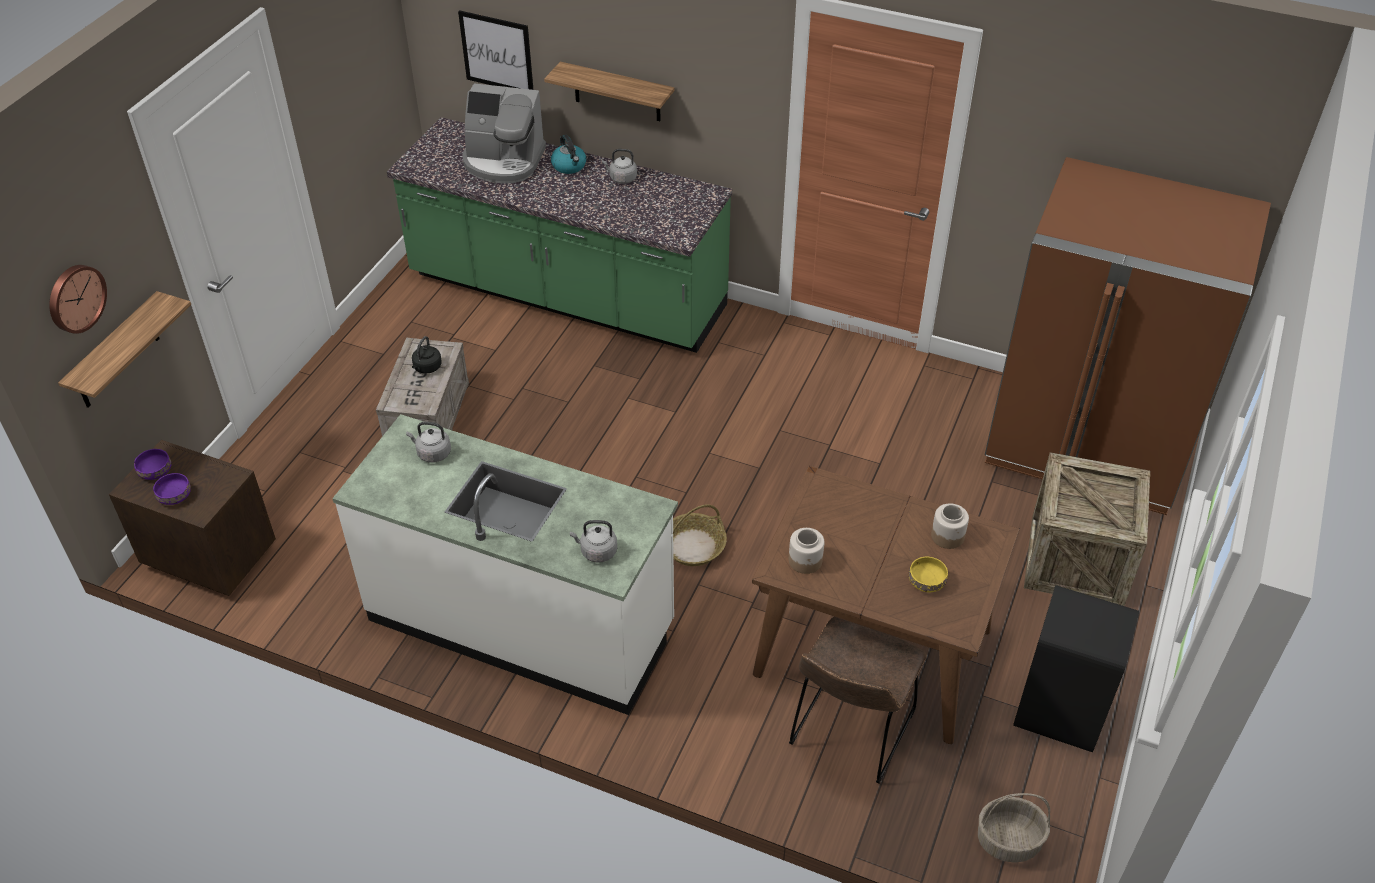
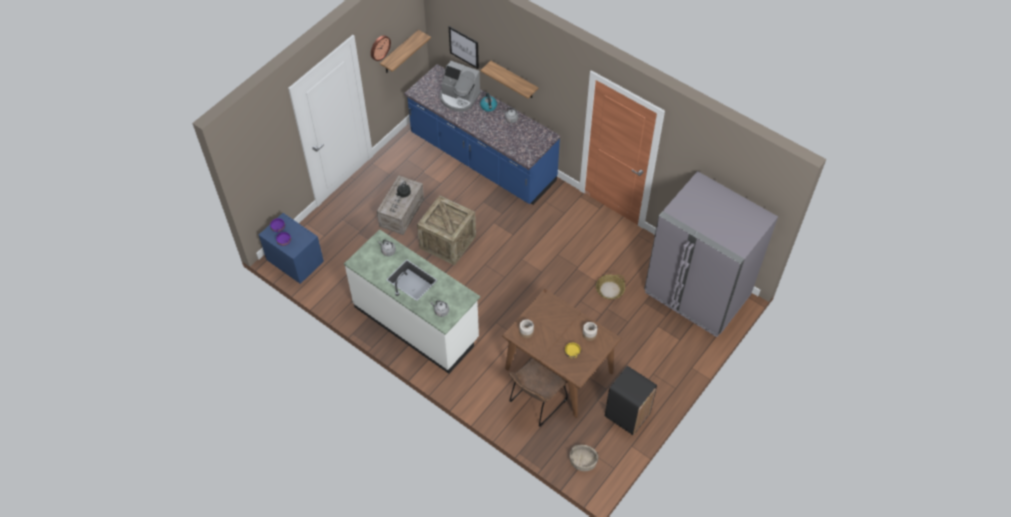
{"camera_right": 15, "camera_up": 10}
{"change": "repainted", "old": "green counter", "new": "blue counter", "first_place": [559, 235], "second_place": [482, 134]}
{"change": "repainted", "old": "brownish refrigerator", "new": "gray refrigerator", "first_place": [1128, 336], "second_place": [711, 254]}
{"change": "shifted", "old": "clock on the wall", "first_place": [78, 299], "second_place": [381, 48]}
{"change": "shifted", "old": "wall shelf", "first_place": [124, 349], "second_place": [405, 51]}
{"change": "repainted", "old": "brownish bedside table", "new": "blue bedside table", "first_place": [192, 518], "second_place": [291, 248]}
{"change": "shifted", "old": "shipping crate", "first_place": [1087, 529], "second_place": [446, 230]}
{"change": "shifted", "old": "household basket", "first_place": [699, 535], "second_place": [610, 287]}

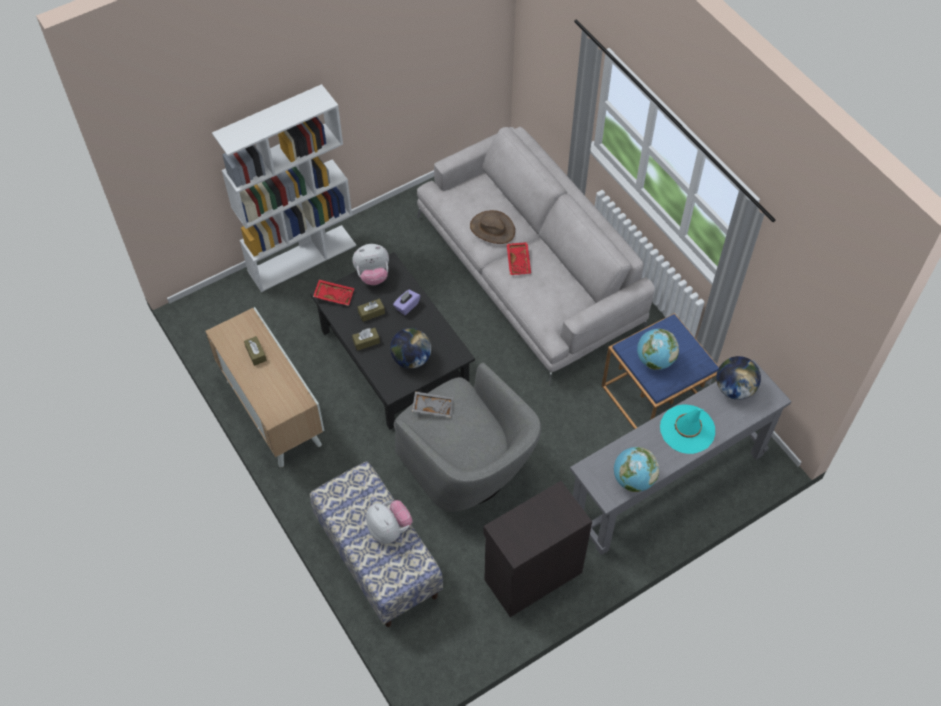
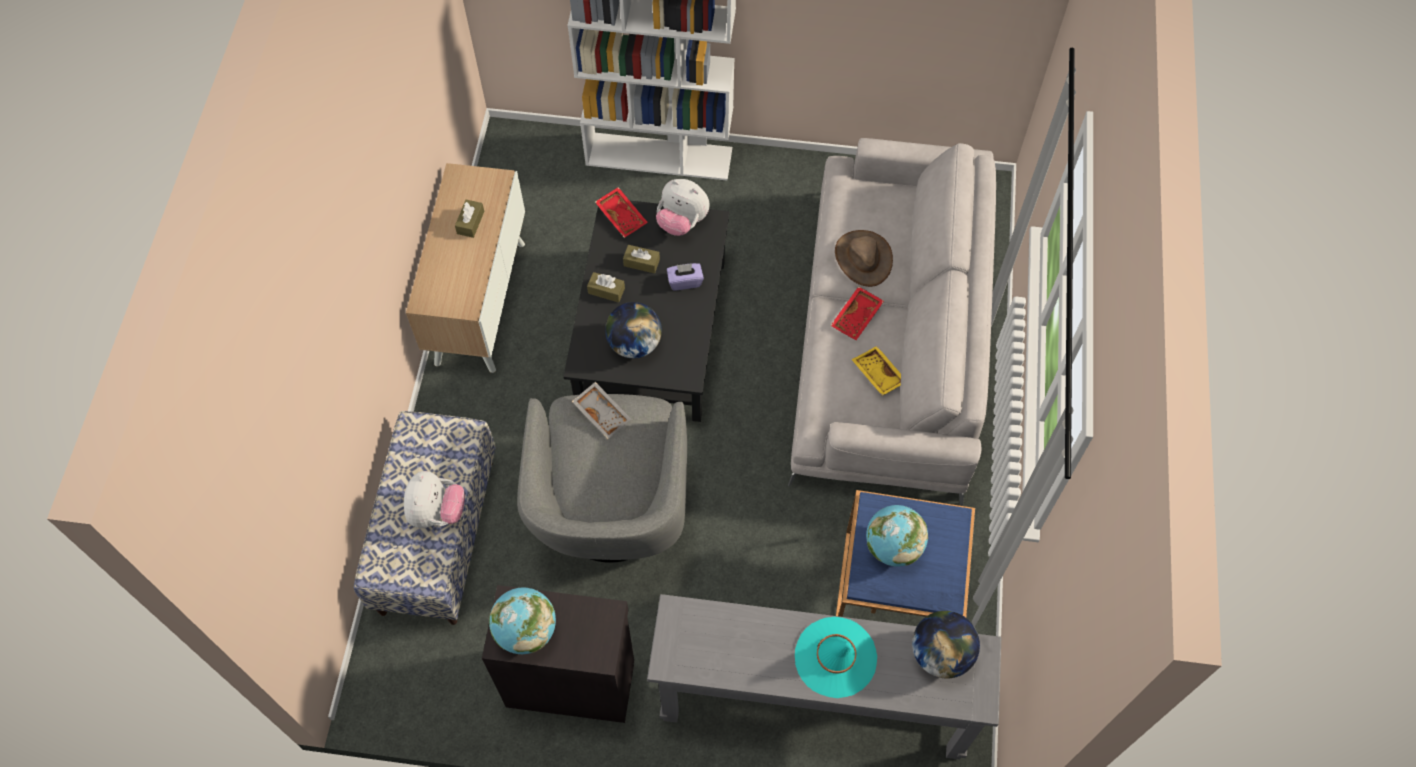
{"camera_right": 40, "camera_up": 5}
{"change": "shifted", "old": "globe", "first_place": [636, 469], "second_place": [522, 621]}
{"change": "new", "new": "yellow-coloured carrying tray", "second_place": [876, 371]}

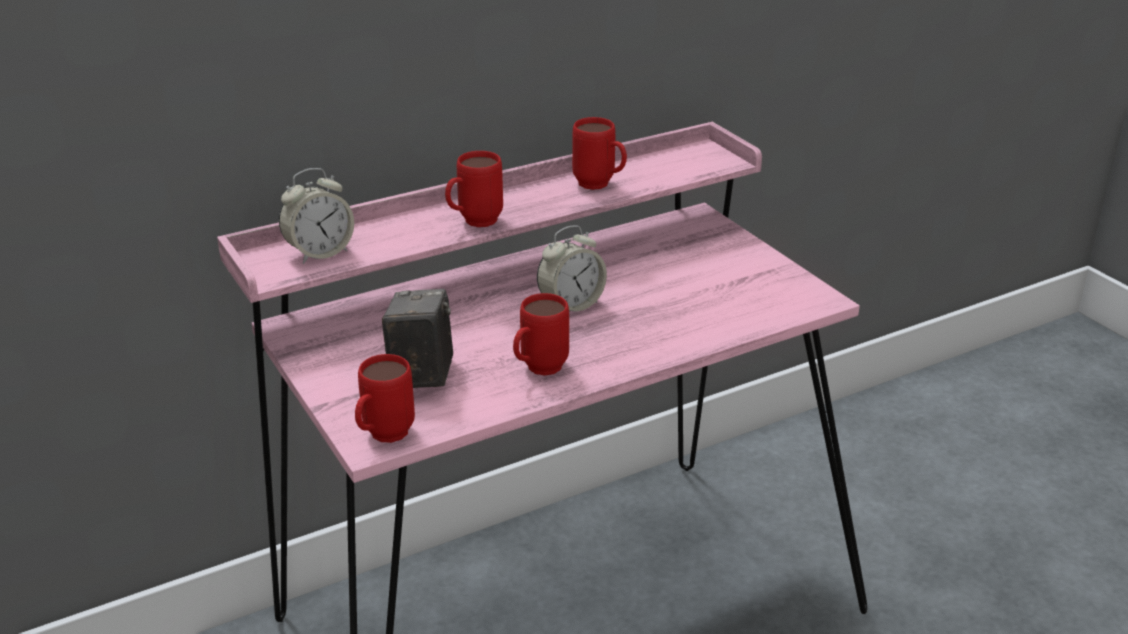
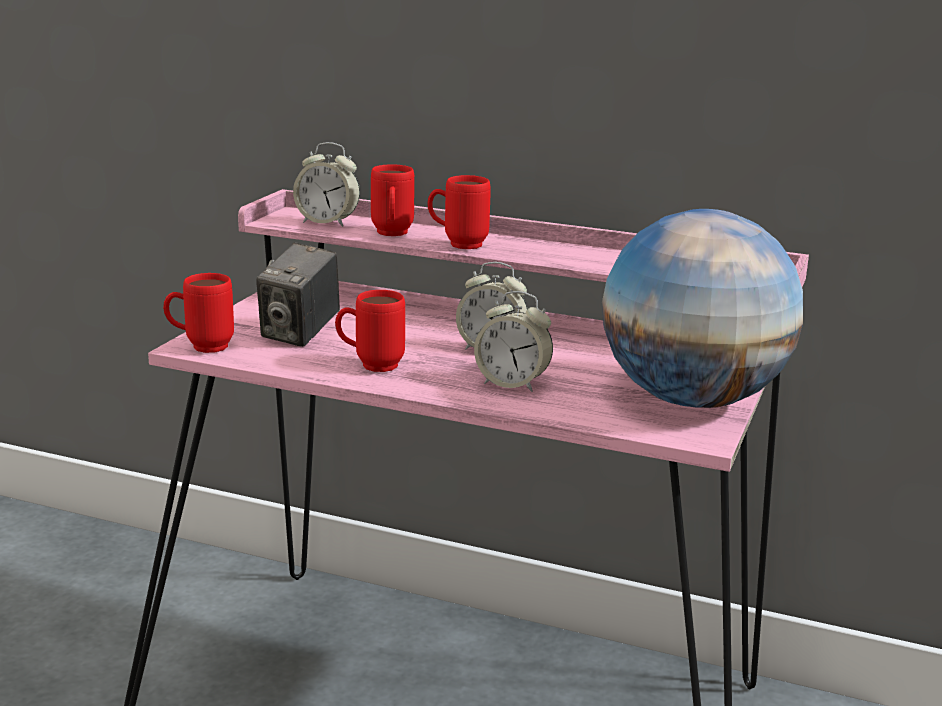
{"camera_right": 50, "camera_up": -10}
{"change": "shifted", "old": "red coffee mug", "first_place": [599, 153], "second_place": [393, 200]}
{"change": "rotated", "old": "still camera", "first_place": [417, 338], "second_place": [298, 294], "degrees": 150}
{"change": "new", "new": "globe", "second_place": [702, 308]}
{"change": "new", "new": "table clock", "second_place": [513, 341]}

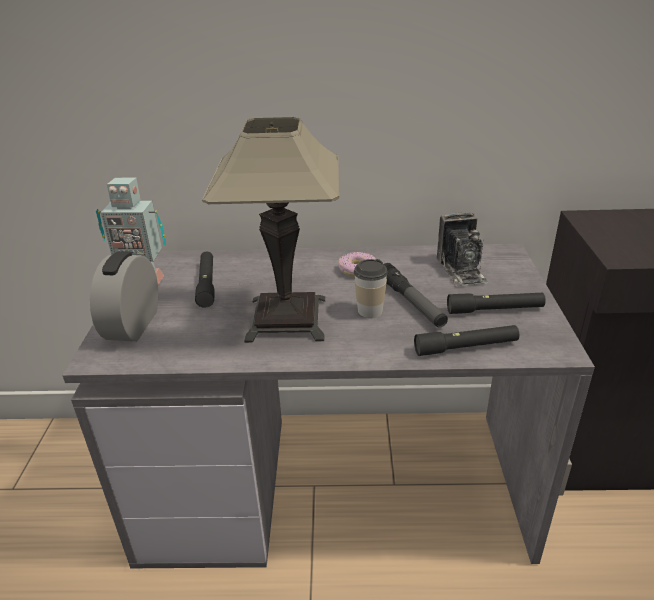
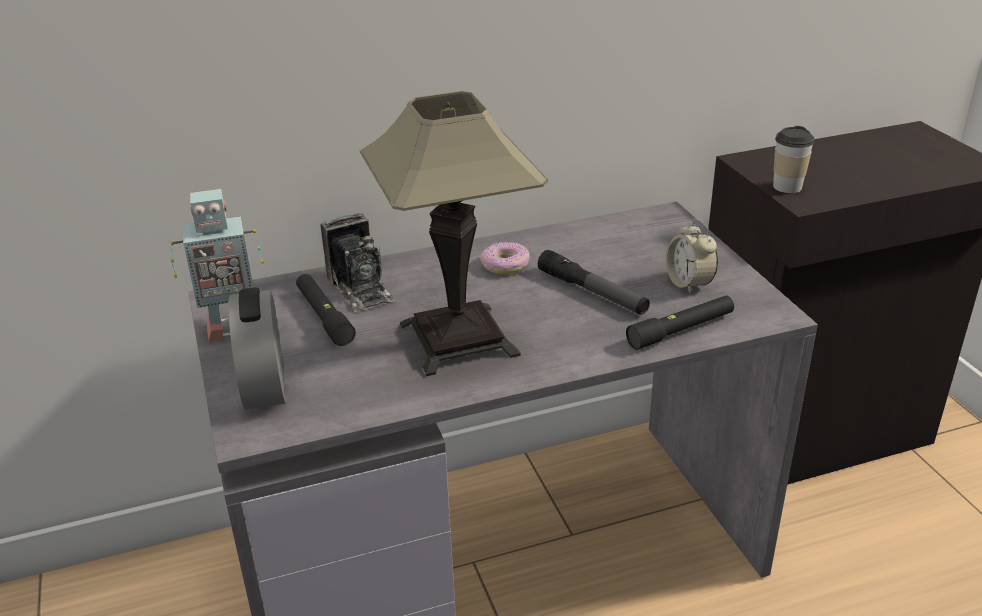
{"camera_right": -20, "camera_up": 0}
{"change": "shifted", "old": "still camera", "first_place": [462, 249], "second_place": [358, 263]}
{"change": "shifted", "old": "small cup", "first_place": [371, 288], "second_place": [793, 159]}
{"change": "swapped", "old": "black-coloured torch", "new": "table clock", "first_place": [496, 303], "second_place": [692, 256]}

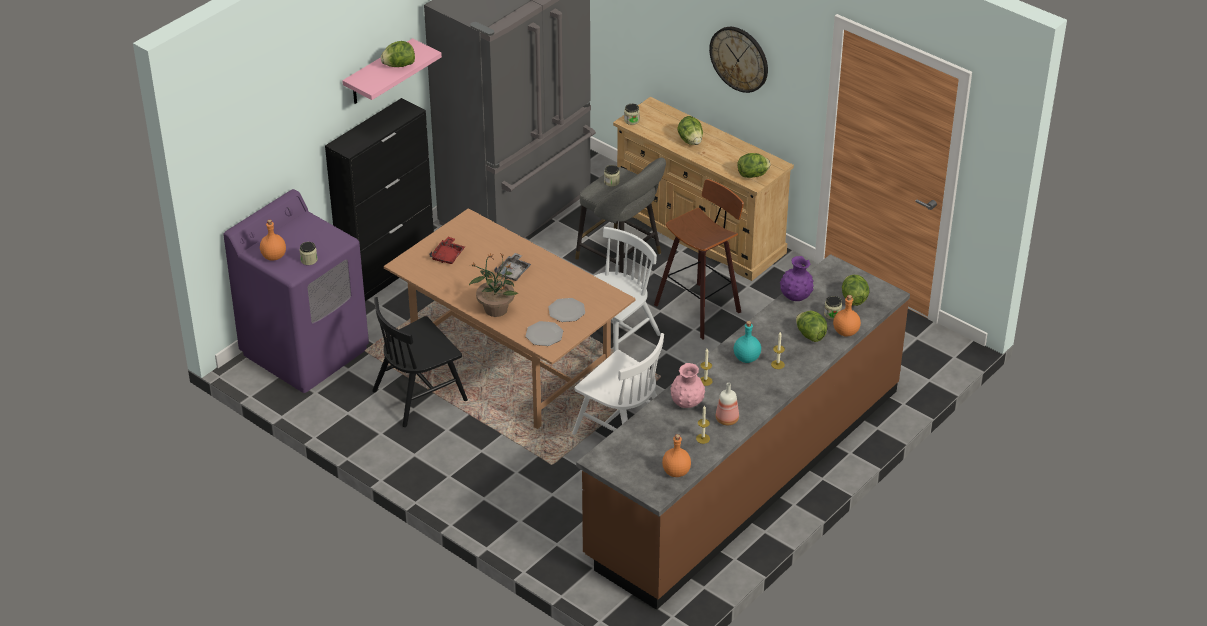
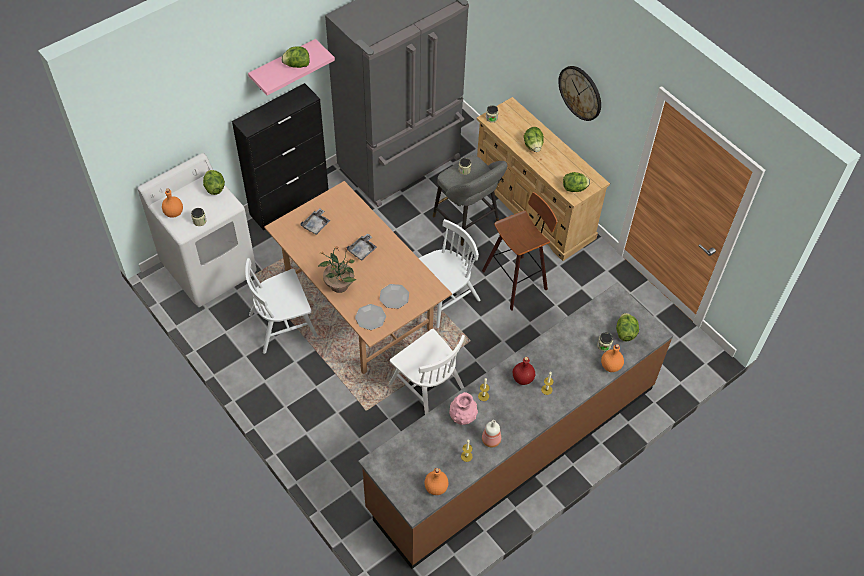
{"camera_right": 10, "camera_up": 15}
{"change": "repainted", "old": "purplish laundry appliance", "new": "white laundry appliance", "first_place": [296, 291], "second_place": [197, 230]}
{"change": "repainted", "old": "red carrying tray", "new": "gray carrying tray", "first_place": [447, 250], "second_place": [315, 221]}
{"change": "gone", "old": "purplish vase", "first_place": [797, 278]}
{"change": "repainted", "old": "black-coloured plain chair", "new": "white plain chair", "first_place": [420, 362], "second_place": [281, 306]}
{"change": "shifted", "old": "head of lettuce", "first_place": [811, 326], "second_place": [214, 182]}
{"change": "repainted", "old": "turquoise beverage bottle", "new": "red beverage bottle", "first_place": [747, 342], "second_place": [524, 371]}

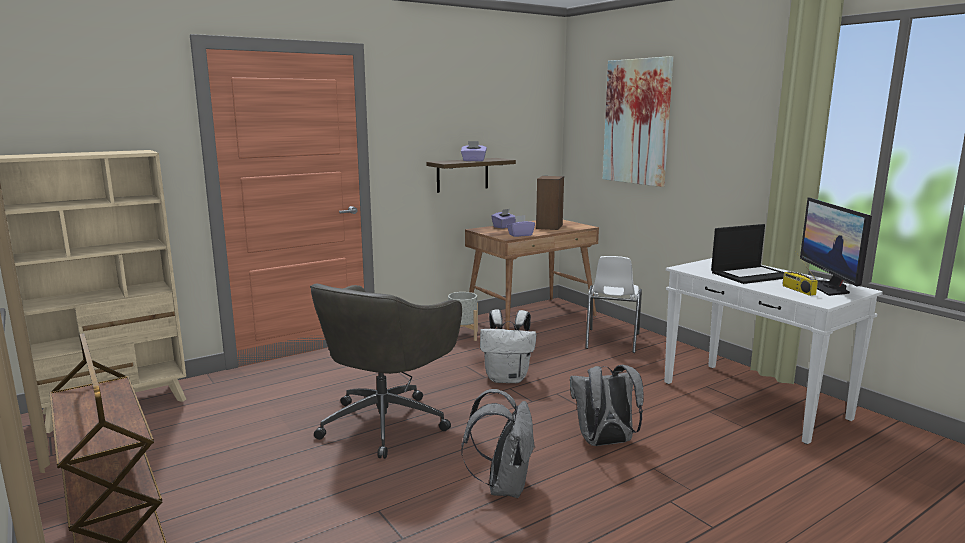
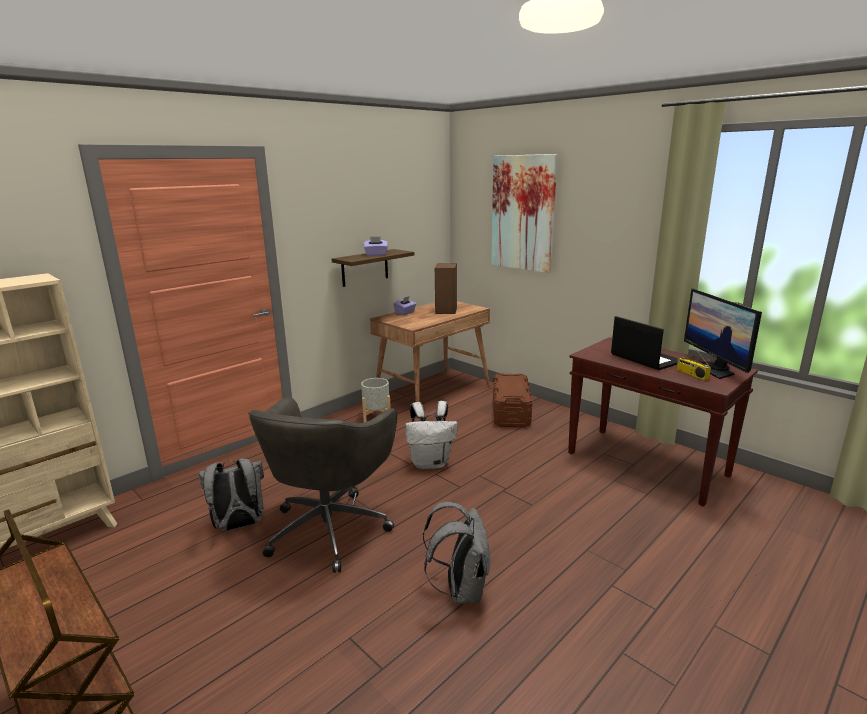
{"camera_right": -10, "camera_up": 5}
{"change": "gone", "old": "purplish box of tissues", "first_place": [521, 226]}
{"change": "rotated", "old": "notebook computer", "first_place": [747, 254], "second_place": [644, 343], "degrees": -90}
{"change": "swapped", "old": "white plain chair", "new": "brownish storage box", "first_place": [613, 304], "second_place": [512, 400]}
{"change": "repainted", "old": "white hall table", "new": "brownish hall table", "first_place": [773, 351], "second_place": [663, 421]}
{"change": "shifted", "old": "gray rucksack", "first_place": [607, 405], "second_place": [231, 494]}

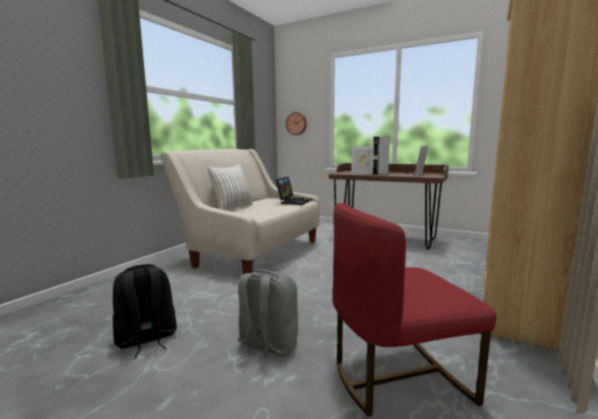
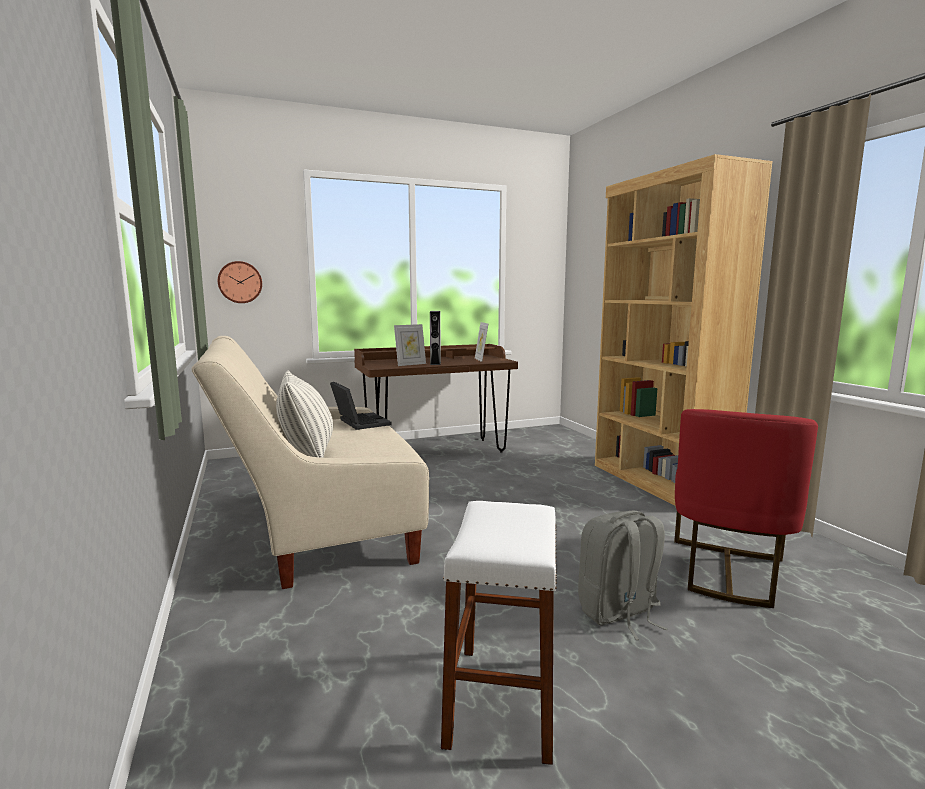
{"camera_right": -50, "camera_up": 0}
{"change": "swapped", "old": "black-coloured rucksack", "new": "white stool seat", "first_place": [145, 311], "second_place": [499, 633]}

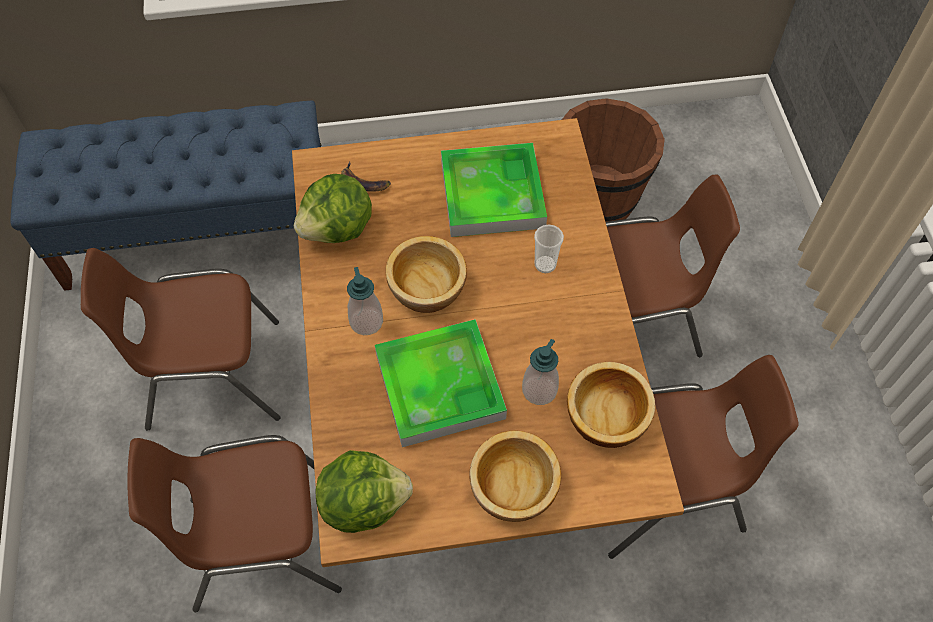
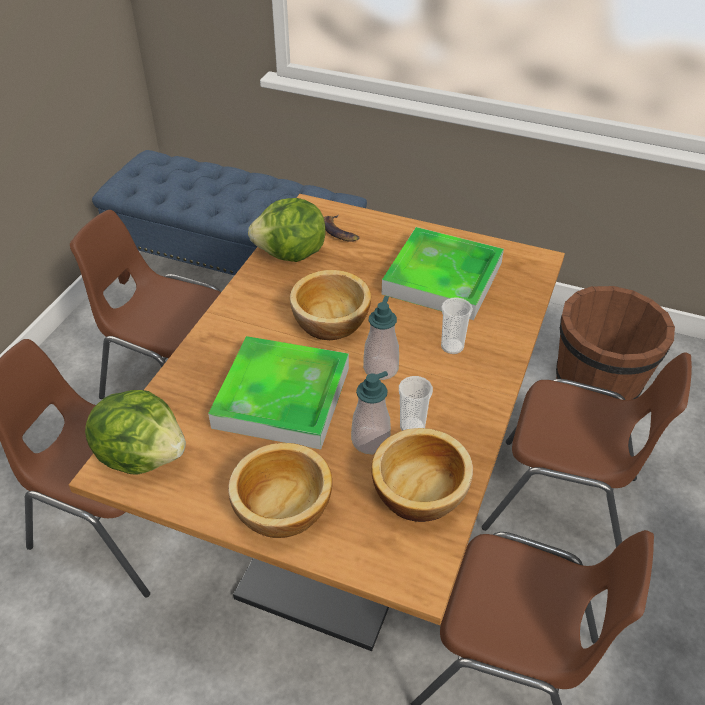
{"camera_right": 30, "camera_up": -15}
{"change": "shifted", "old": "liquid soap bottle", "first_place": [365, 301], "second_place": [381, 338]}
{"change": "new", "new": "small cup", "second_place": [416, 403]}

